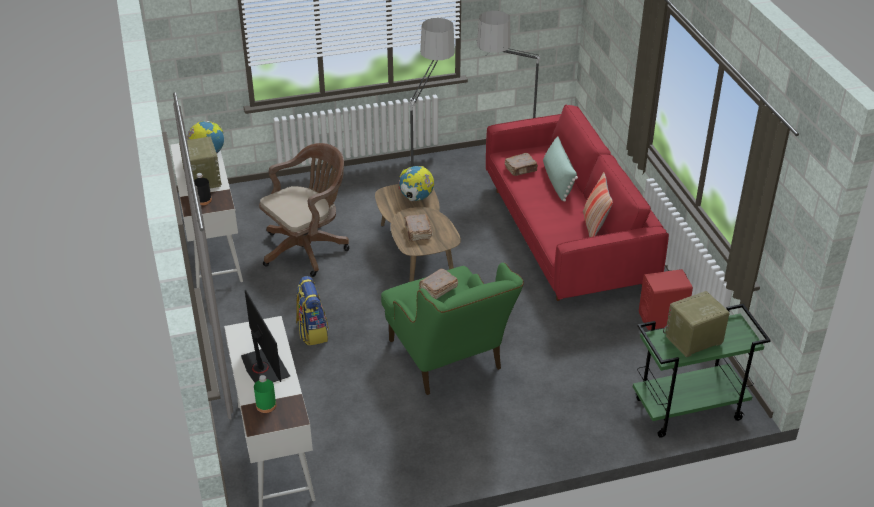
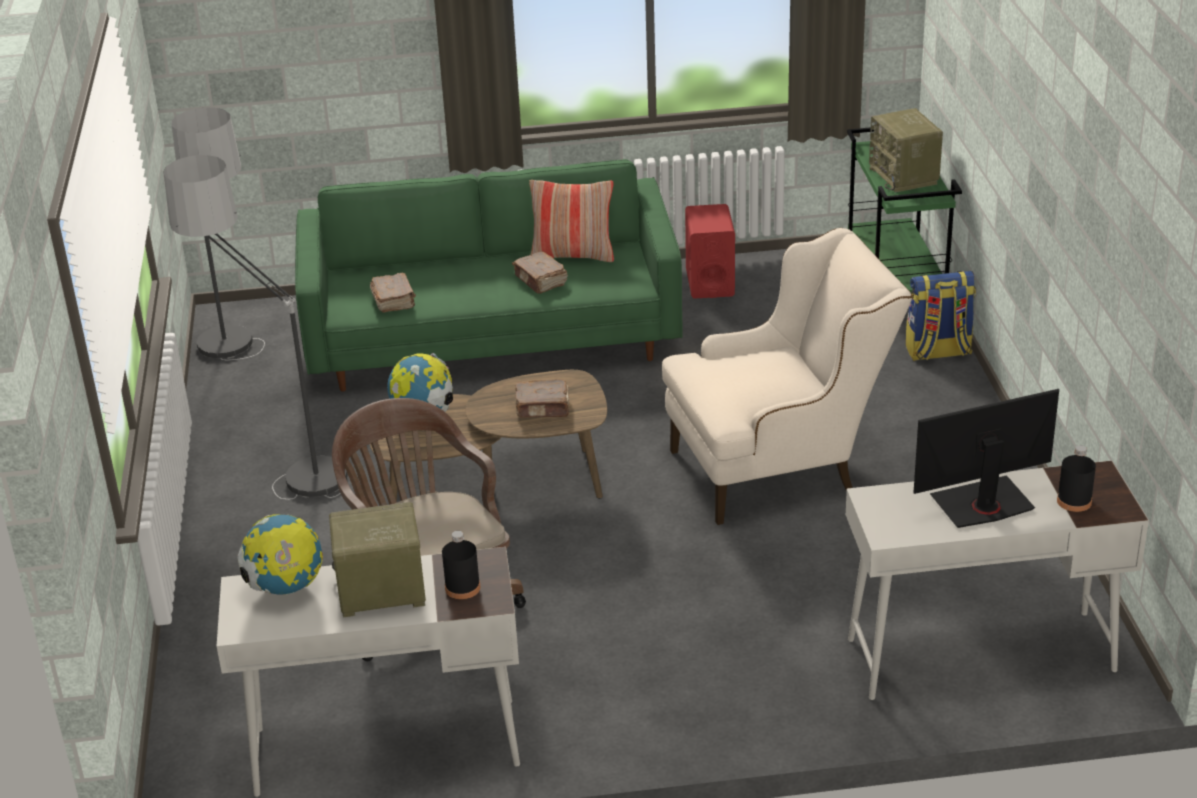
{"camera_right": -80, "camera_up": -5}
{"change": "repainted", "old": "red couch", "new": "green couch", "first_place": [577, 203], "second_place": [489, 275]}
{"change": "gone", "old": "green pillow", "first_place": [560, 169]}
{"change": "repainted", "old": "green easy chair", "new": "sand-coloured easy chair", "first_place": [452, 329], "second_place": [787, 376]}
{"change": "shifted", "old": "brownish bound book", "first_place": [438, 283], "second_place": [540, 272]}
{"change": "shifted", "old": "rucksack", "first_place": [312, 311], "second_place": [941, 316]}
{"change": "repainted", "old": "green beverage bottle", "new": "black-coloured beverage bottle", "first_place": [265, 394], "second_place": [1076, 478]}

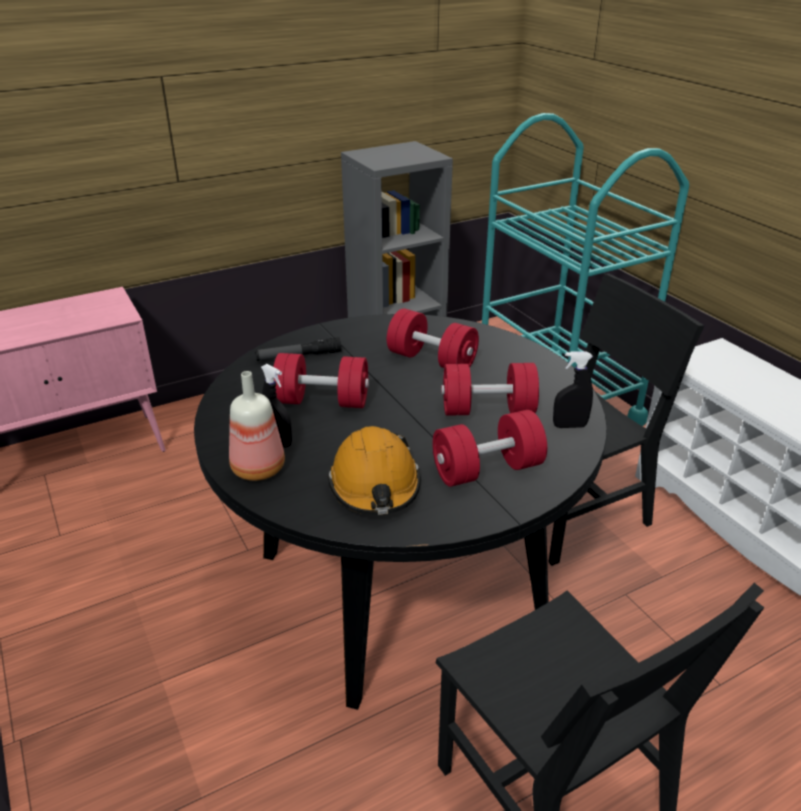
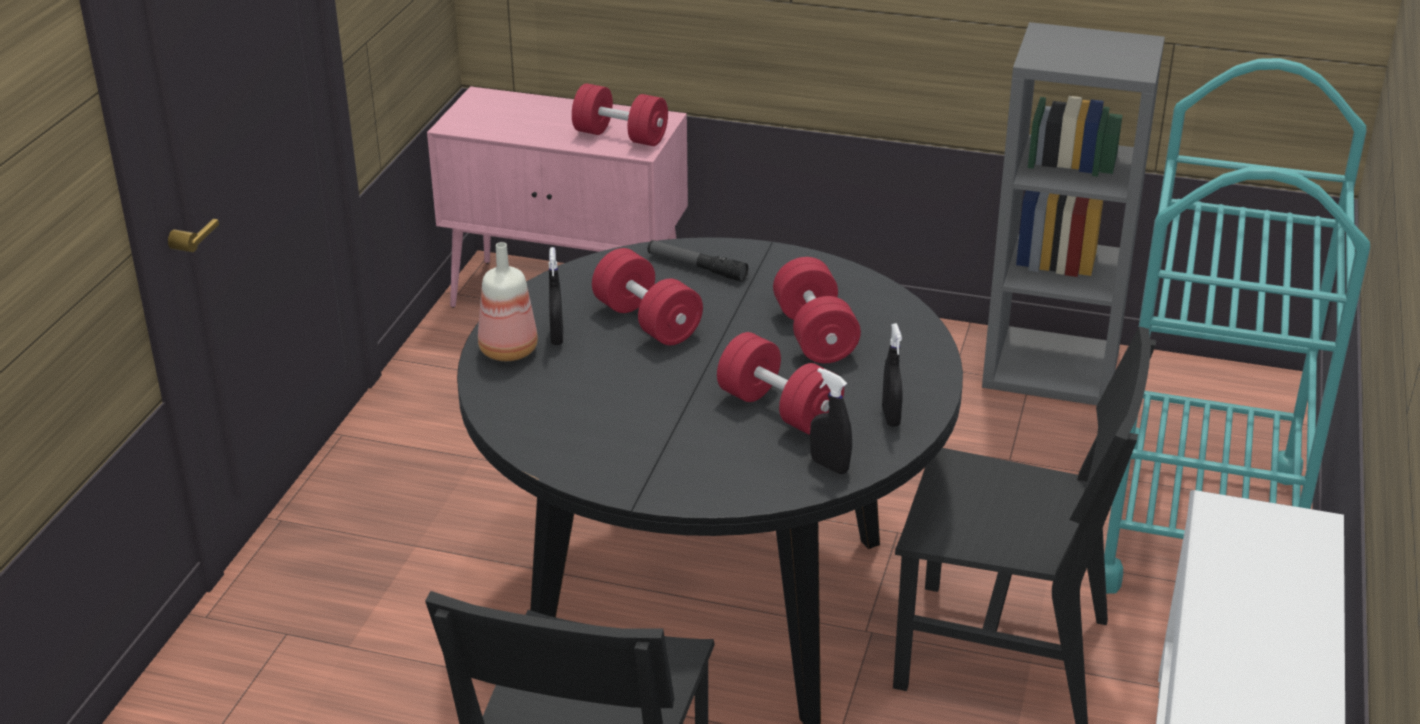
{"camera_right": 45, "camera_up": 0}
{"change": "shifted", "old": "red hand weight", "first_place": [489, 448], "second_place": [620, 114]}
{"change": "gone", "old": "orangey hard hat", "first_place": [374, 470]}
{"change": "new", "new": "black-coloured sprayer", "second_place": [892, 374]}

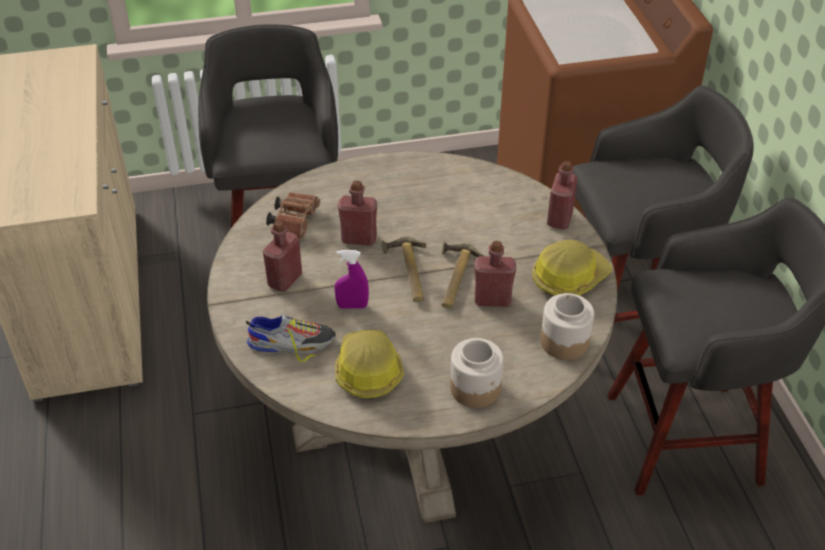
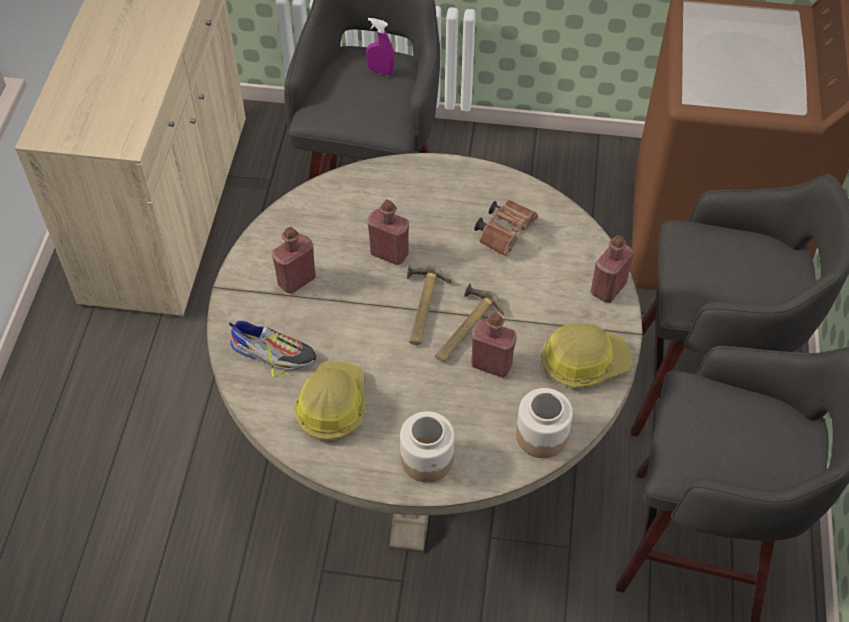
{"camera_right": 20, "camera_up": 10}
{"change": "shifted", "old": "brownish binoculars", "first_place": [293, 215], "second_place": [506, 228]}
{"change": "shifted", "old": "purplish sprayer", "first_place": [351, 279], "second_place": [380, 46]}

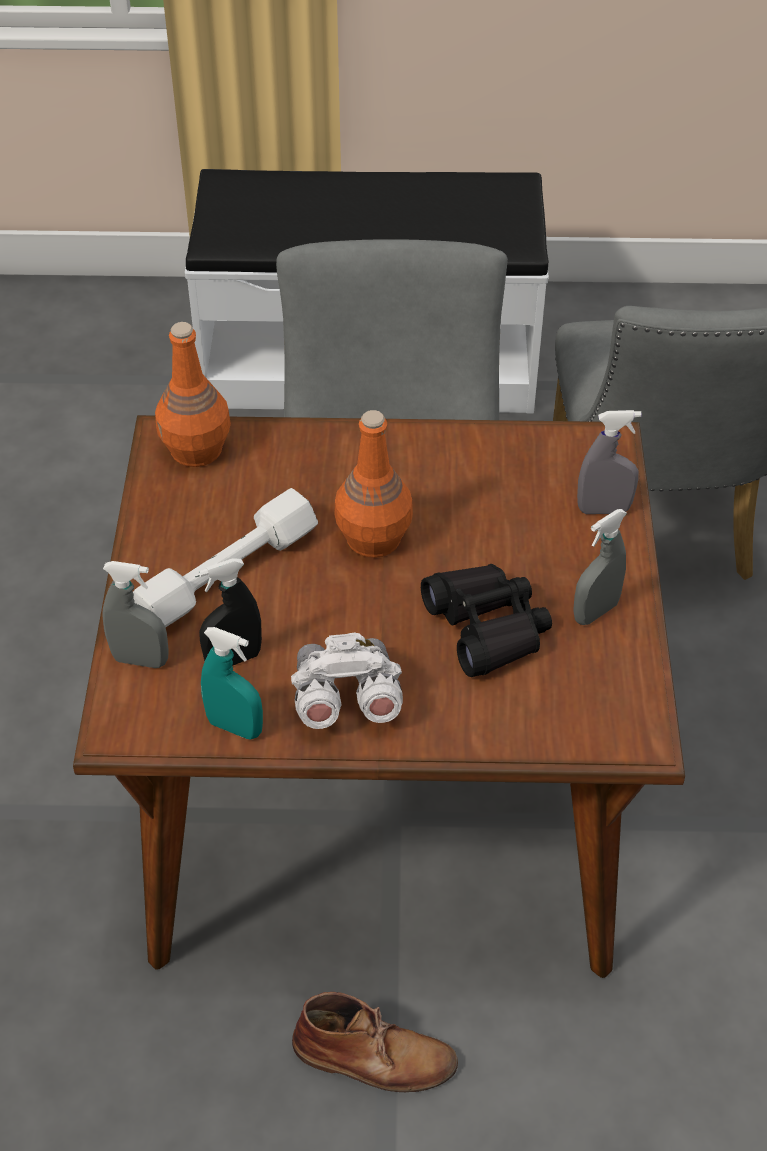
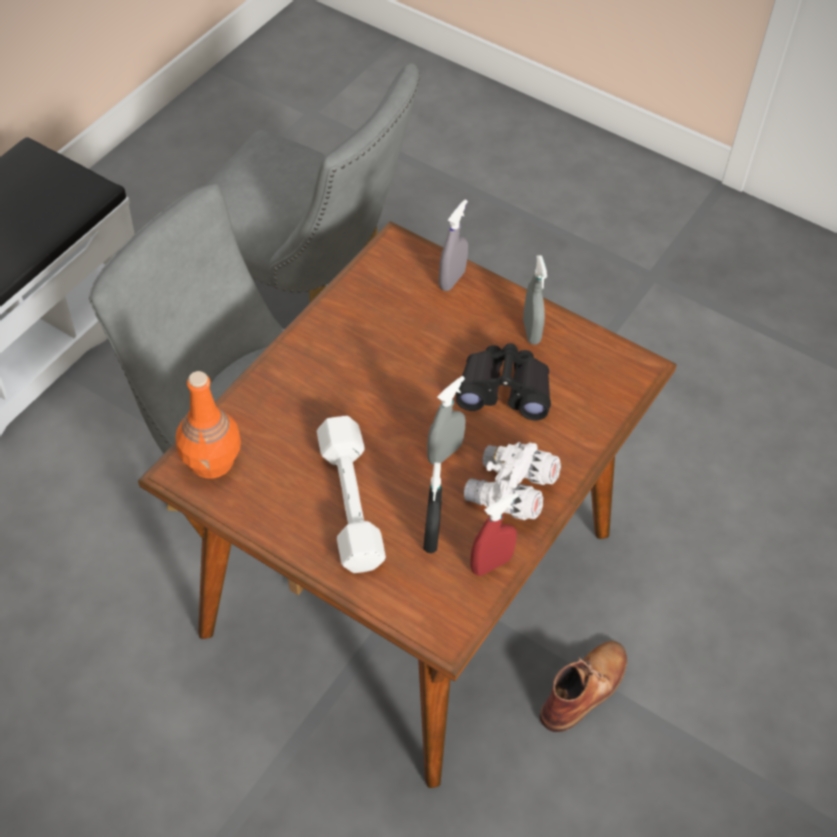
{"camera_right": -60, "camera_up": 5}
{"change": "gone", "old": "orangey beverage bottle", "first_place": [373, 484]}
{"change": "shifted", "old": "gray sprayer", "first_place": [136, 614], "second_place": [446, 420]}
{"change": "repainted", "old": "turquoise sprayer", "new": "red sprayer", "first_place": [232, 683], "second_place": [494, 534]}

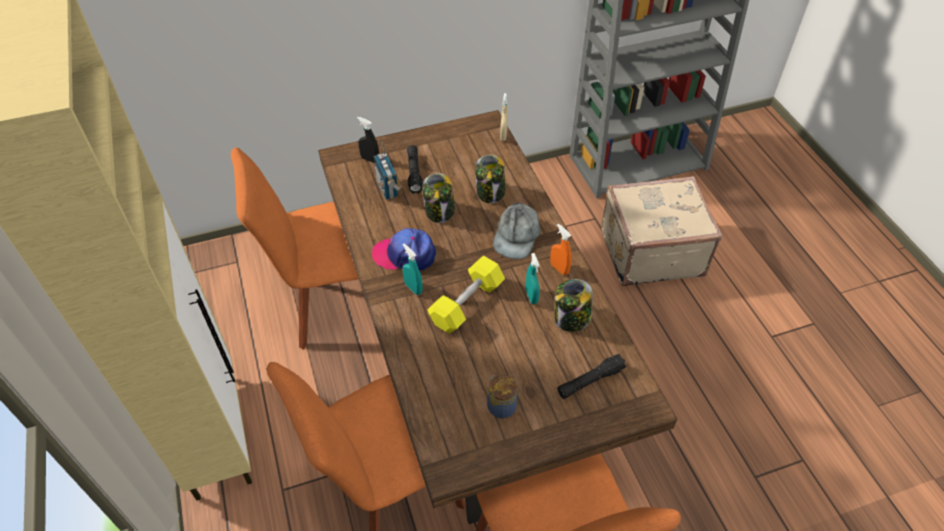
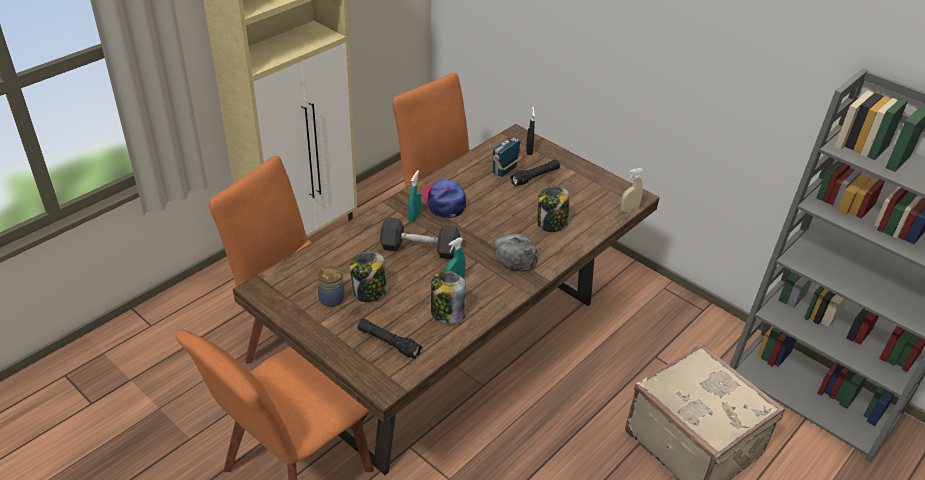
{"camera_right": 60, "camera_up": -10}
{"change": "shifted", "old": "storage jar", "first_place": [438, 198], "second_place": [369, 276]}
{"change": "rotated", "old": "gray cap", "first_place": [516, 230], "second_place": [516, 252], "degrees": 90}
{"change": "gone", "old": "orangey sprayer", "first_place": [561, 249]}
{"change": "repainted", "old": "yellow-coloured hand weight", "new": "gray hand weight", "first_place": [466, 294], "second_place": [420, 238]}

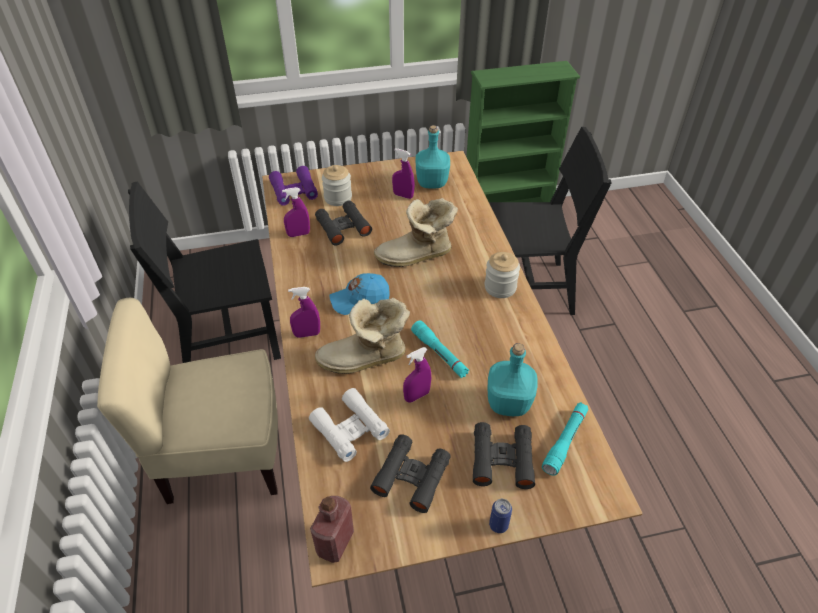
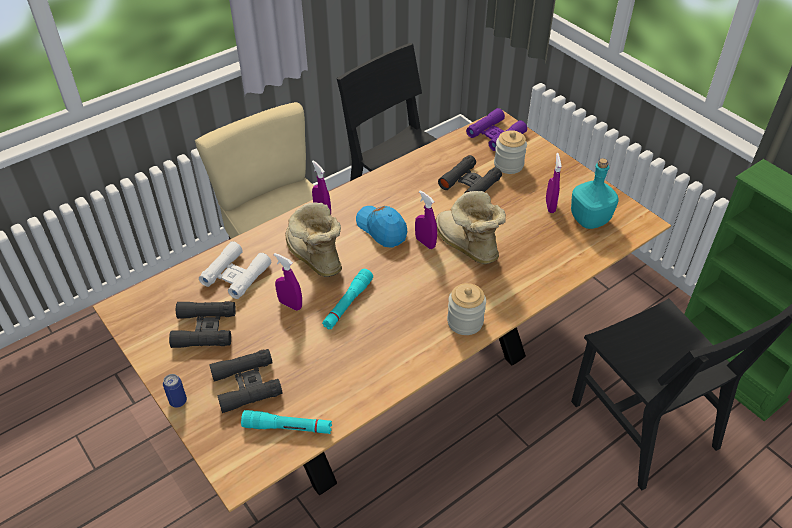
{"camera_right": 65, "camera_up": 0}
{"change": "shifted", "old": "purplish sprayer", "first_place": [296, 212], "second_place": [426, 219]}
{"change": "gone", "old": "turquoise beverage bottle", "first_place": [513, 379]}
{"change": "gone", "old": "red beverage bottle", "first_place": [332, 529]}

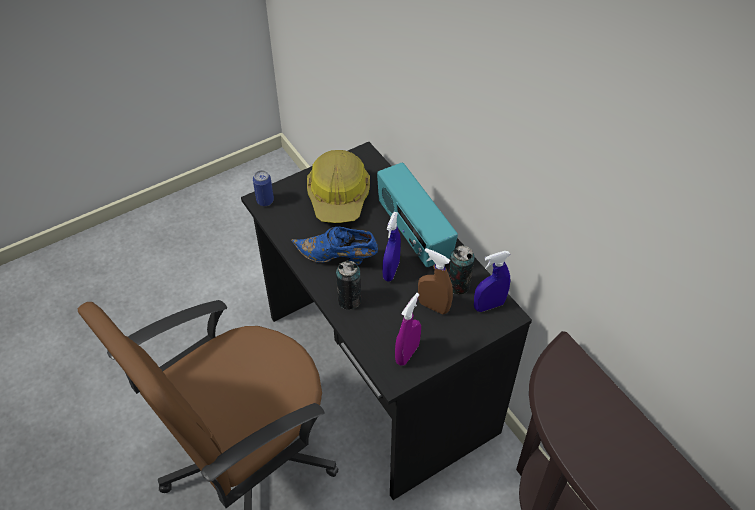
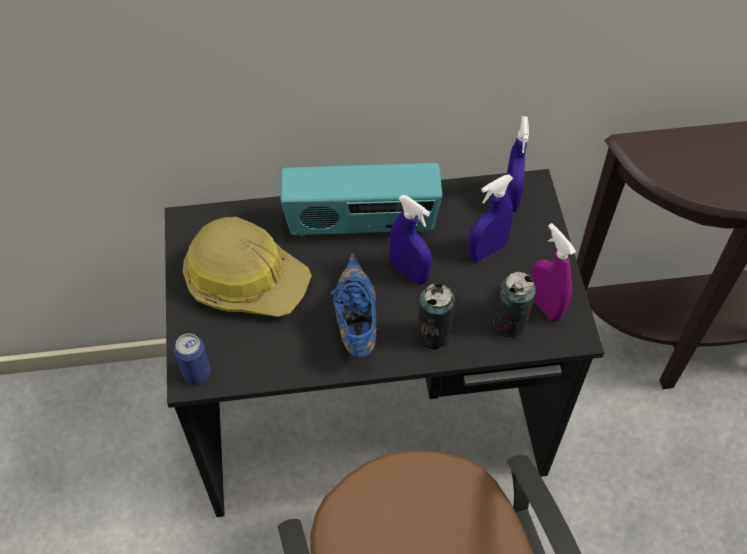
{"camera_right": -65, "camera_up": 5}
{"change": "rotated", "old": "blue item of footwear", "first_place": [334, 246], "second_place": [353, 306], "degrees": 135}
{"change": "shifted", "old": "metal can", "first_place": [462, 269], "second_place": [514, 305]}
{"change": "repainted", "old": "brownish sprayer", "new": "blue sprayer", "first_place": [435, 281], "second_place": [490, 218]}

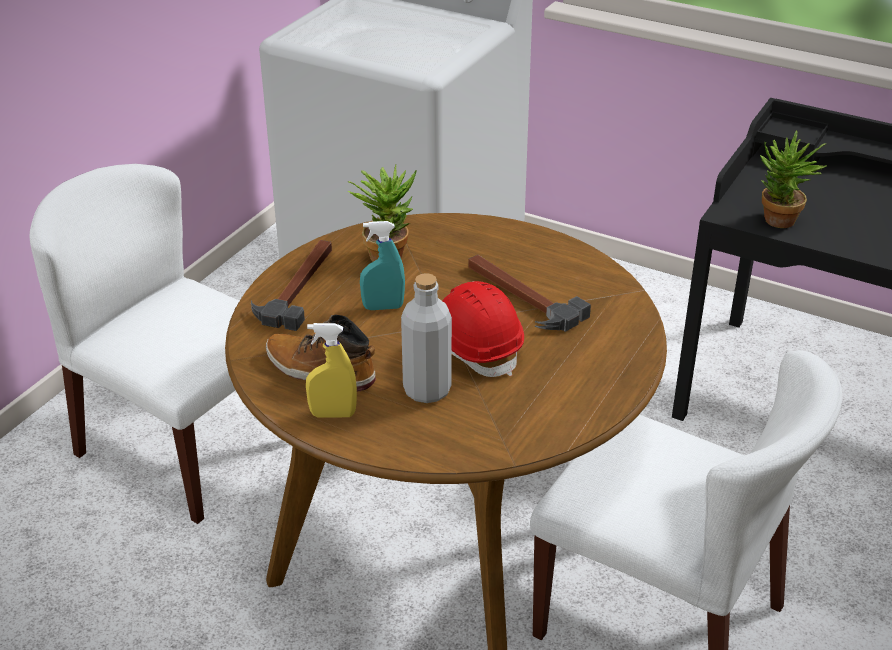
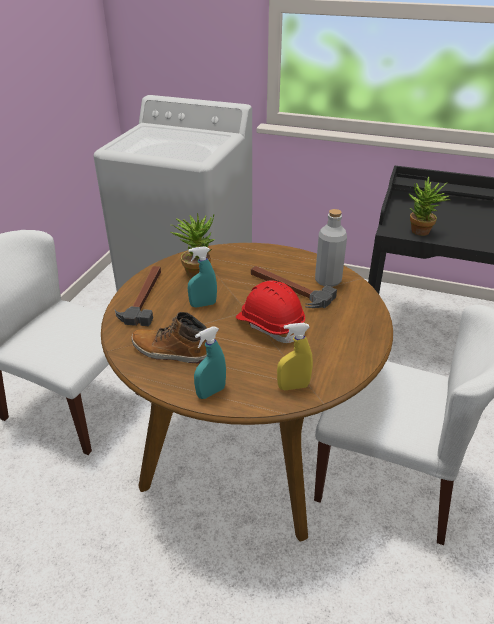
{"camera_right": -10, "camera_up": 0}
{"change": "shifted", "old": "gray beverage bottle", "first_place": [426, 338], "second_place": [331, 248]}
{"change": "shifted", "old": "yellow-coloured sprayer", "first_place": [331, 370], "second_place": [295, 356]}
{"change": "new", "new": "turquoise sprayer", "second_place": [210, 362]}

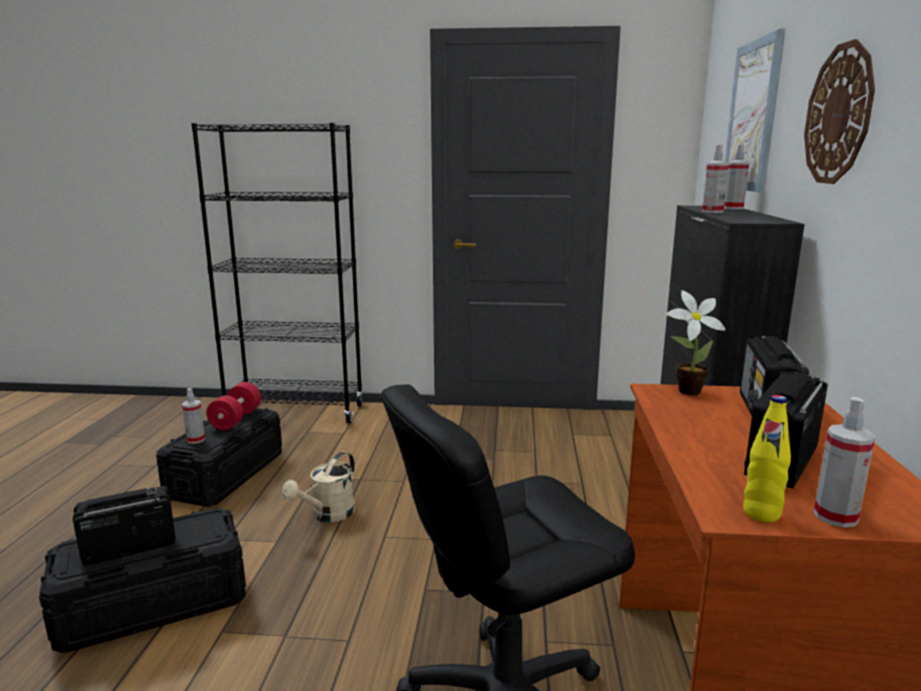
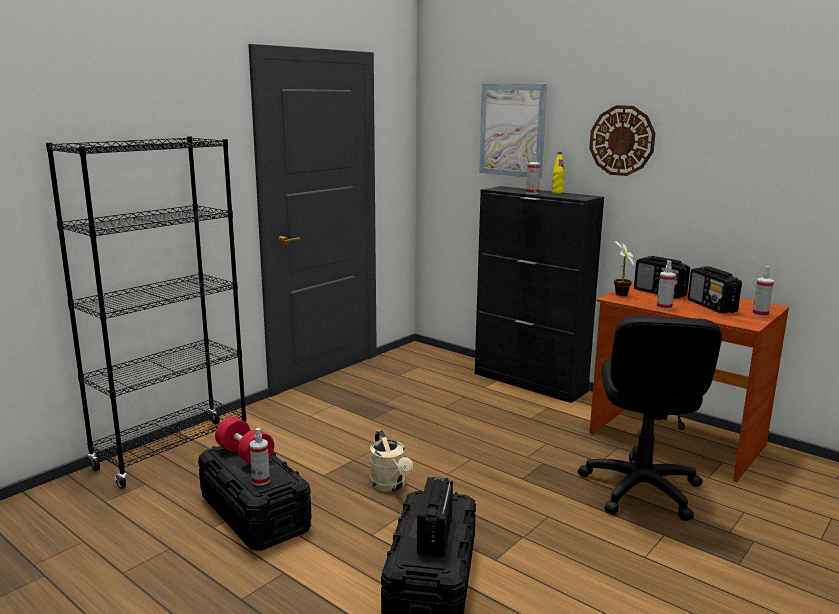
{"camera_right": -55, "camera_up": 0}
{"change": "shifted", "old": "sprayer", "first_place": [737, 177], "second_place": [666, 285]}
{"change": "shifted", "old": "yellow-coloured beverage bottle", "first_place": [767, 458], "second_place": [558, 173]}

